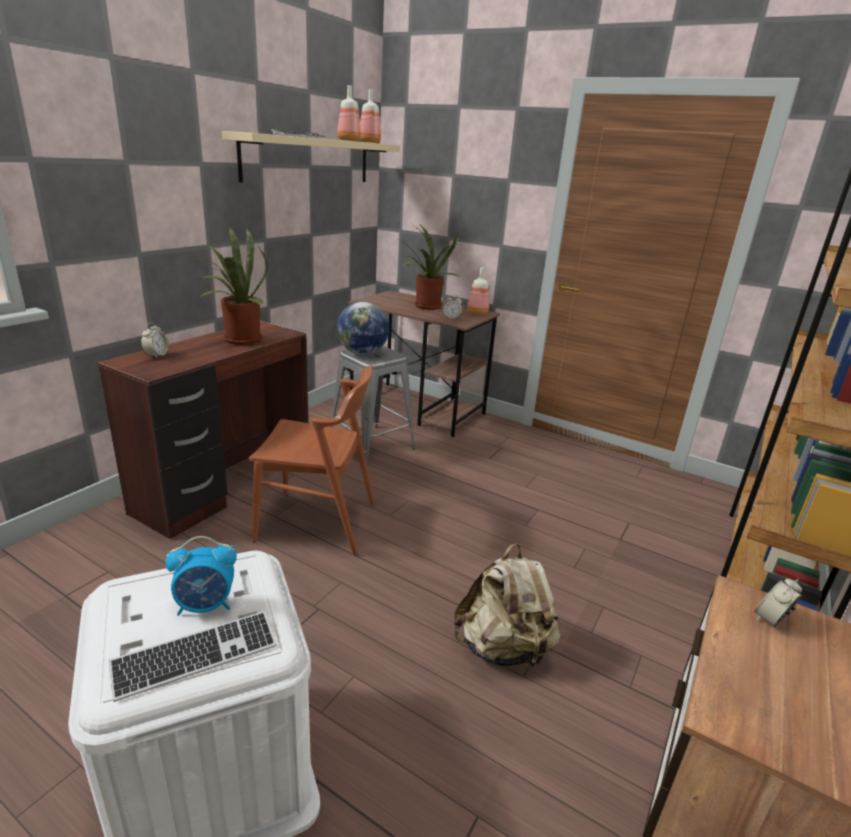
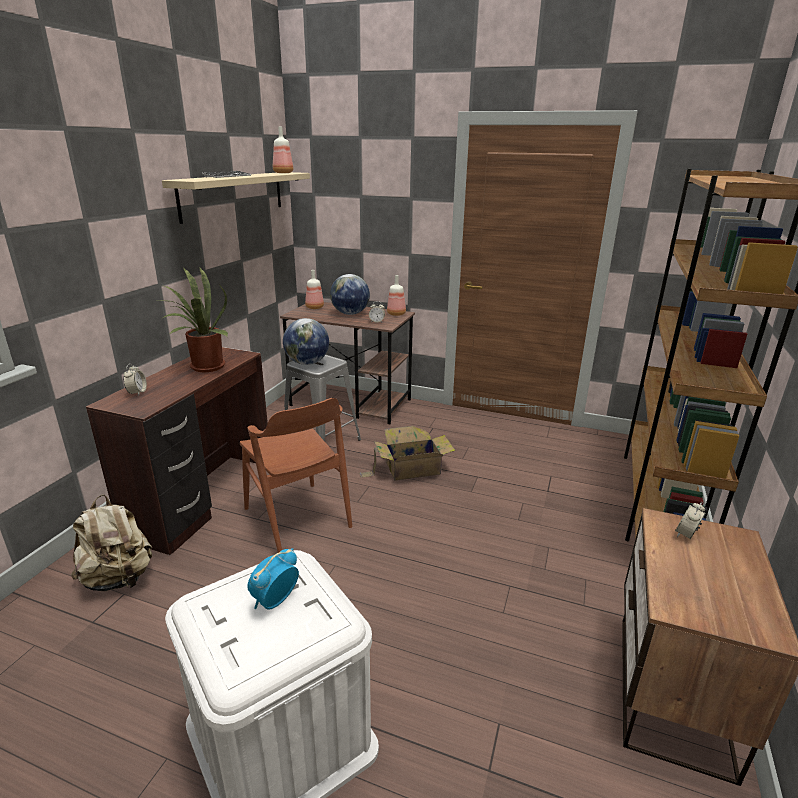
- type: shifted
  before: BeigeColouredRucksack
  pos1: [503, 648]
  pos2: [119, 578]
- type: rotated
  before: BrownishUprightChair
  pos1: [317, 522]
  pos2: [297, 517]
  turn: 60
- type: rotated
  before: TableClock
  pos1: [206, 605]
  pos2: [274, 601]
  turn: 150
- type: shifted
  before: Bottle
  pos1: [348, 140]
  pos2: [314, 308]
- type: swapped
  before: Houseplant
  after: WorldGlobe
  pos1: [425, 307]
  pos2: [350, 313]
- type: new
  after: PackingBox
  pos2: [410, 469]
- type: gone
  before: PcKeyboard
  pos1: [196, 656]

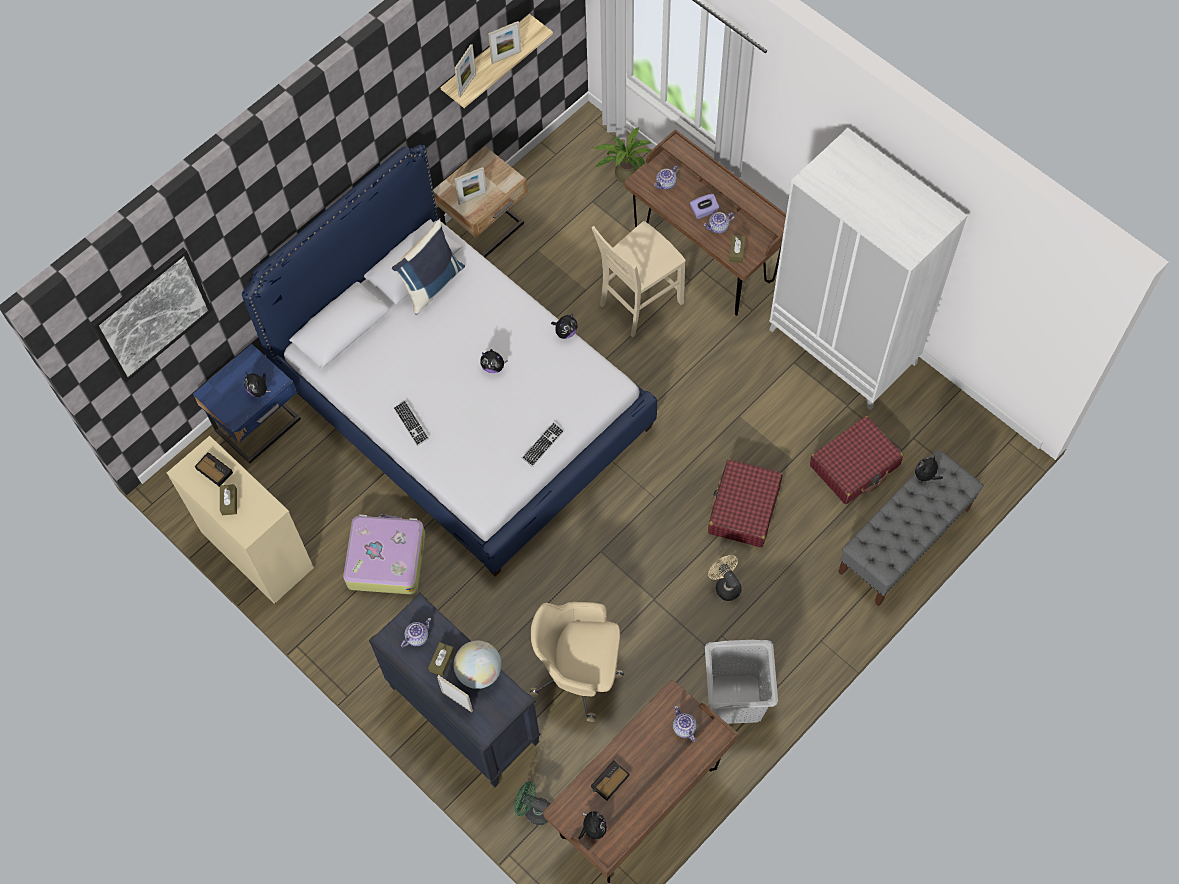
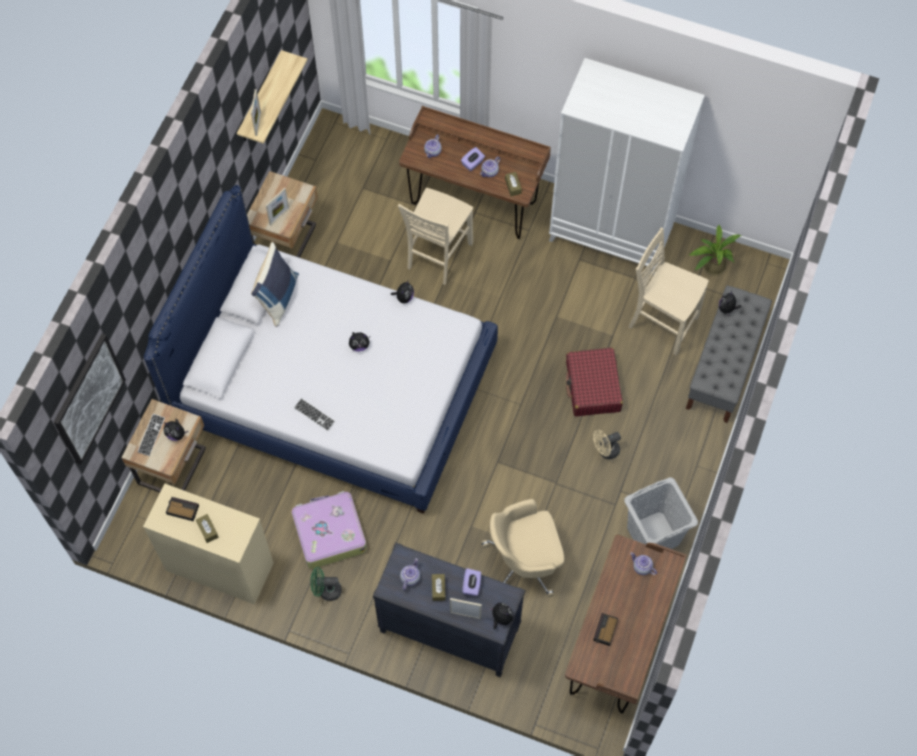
- type: repainted
  before: BlueColouredBedsideTable
  after: BeigeColouredBedsideTable
  pos1: [260, 426]
  pos2: [174, 466]
- type: shifted
  before: PcKeyboard
  pos1: [543, 445]
  pos2: [151, 435]
- type: shifted
  before: GreenishCoolingFan
  pos1: [534, 810]
  pos2: [326, 590]
- type: swapped
  before: WorldGlobe
  after: PurplishBoxOfTissues
  pos1: [479, 672]
  pos2: [471, 585]
- type: shifted
  before: SoftToy
  pos1: [593, 829]
  pos2: [501, 618]
- type: rotated
  before: BeigeColouredCoolingFan
  pos1: [725, 585]
  pos2: [605, 451]
  turn: -60
- type: swapped
  before: RedColouredTravelCase
  after: BeigeColouredUprightChair
  pos1: [855, 465]
  pos2: [661, 322]
- type: shifted
  before: Houseplant
  pos1: [624, 173]
  pos2: [710, 266]
- type: gone
  before: PictureFrame
  pos1: [506, 57]

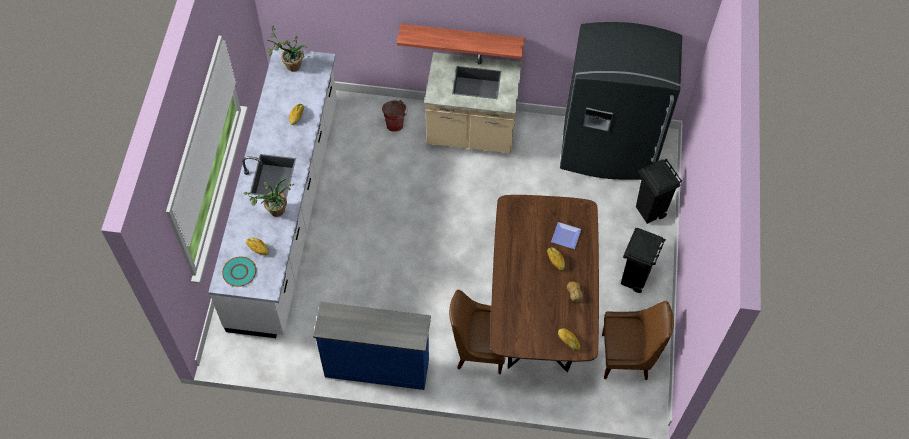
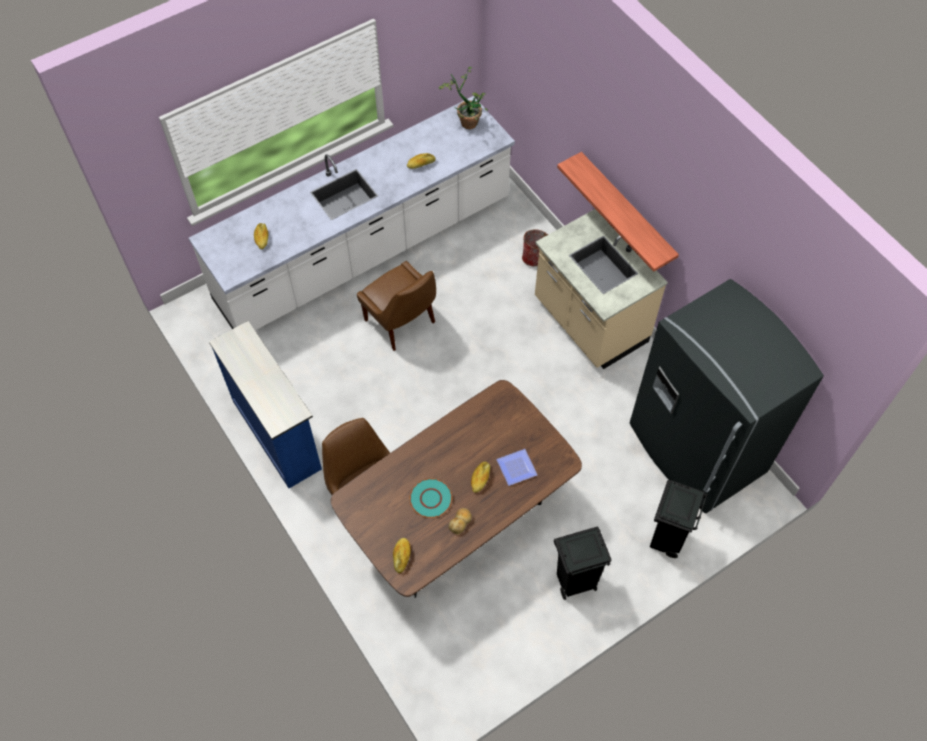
- type: shifted
  before: BrownishUprightChair
  pos1: [627, 357]
  pos2: [401, 323]
- type: shifted
  before: TurquoiseFlatDish
  pos1: [239, 272]
  pos2: [430, 498]
- type: gone
  before: Houseplant
  pos1: [273, 212]

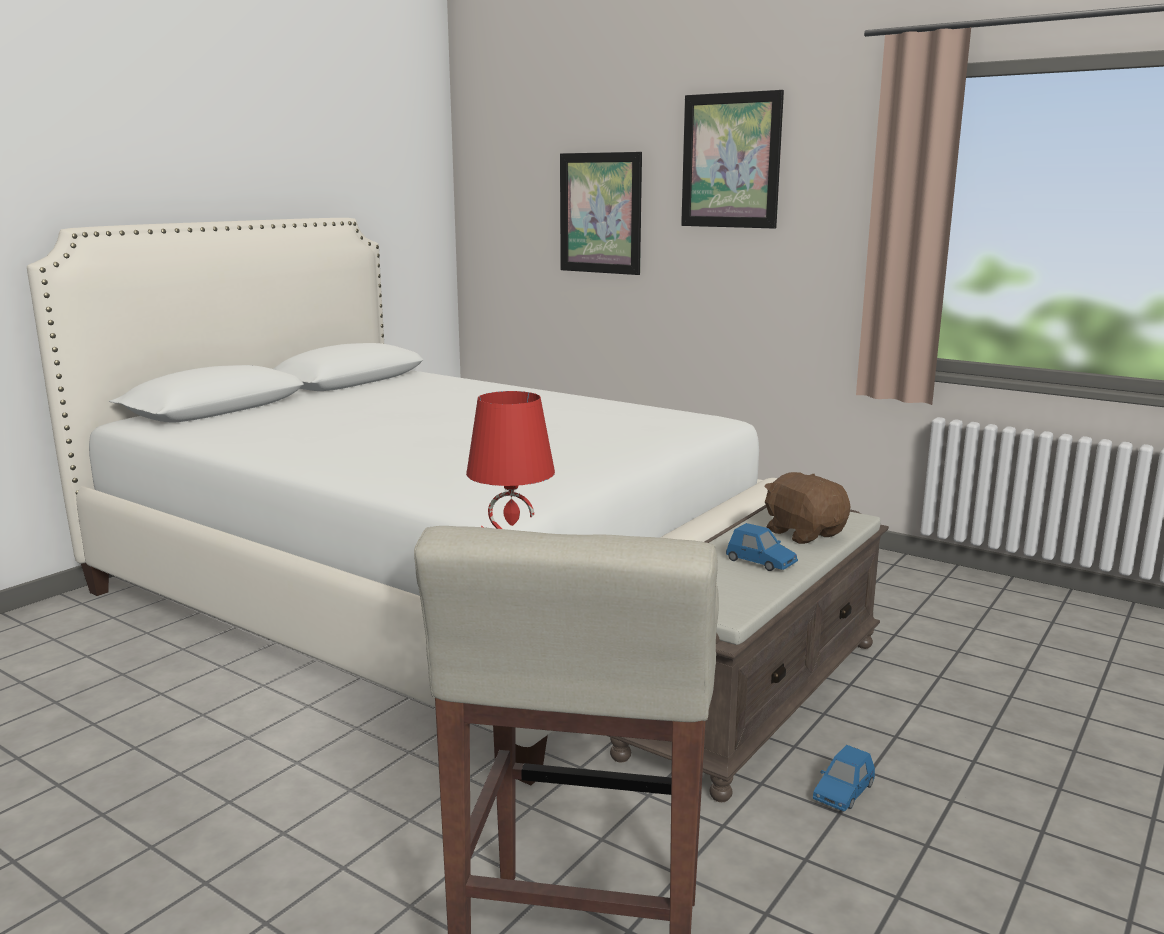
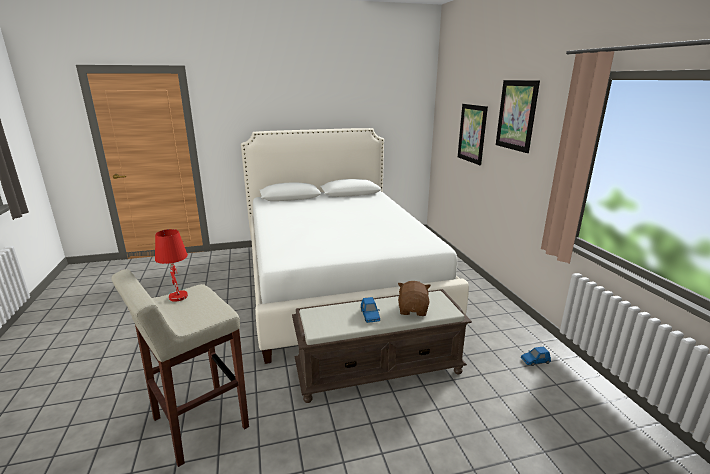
- type: shifted
  before: BlueColouredMiniatureCar
  pos1: [843, 792]
  pos2: [535, 361]

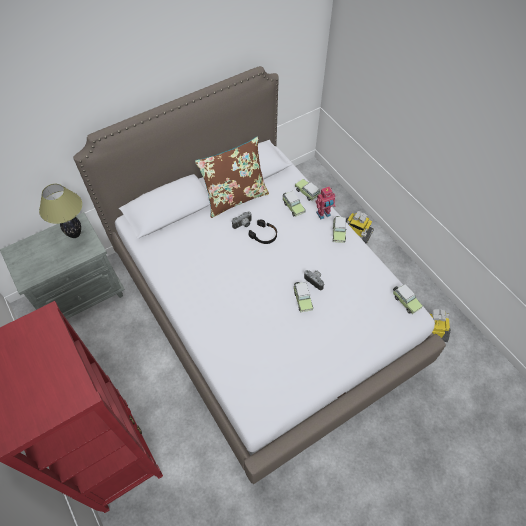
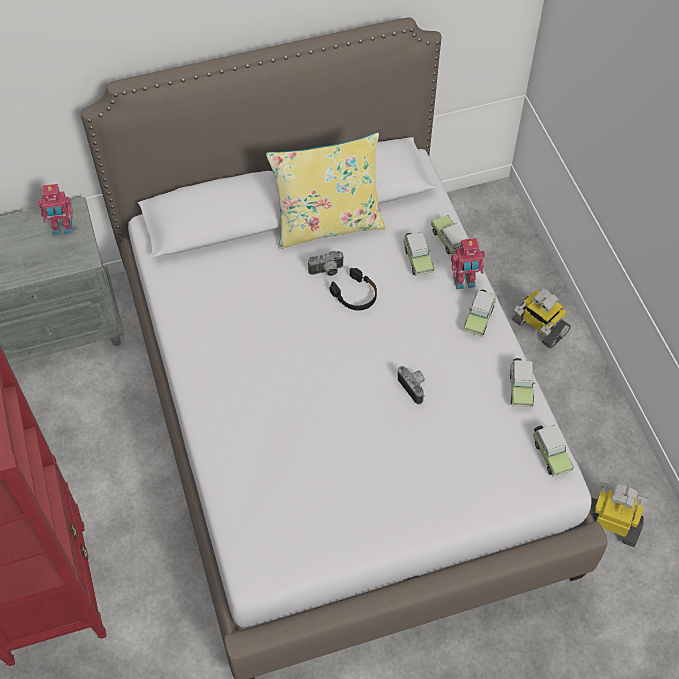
- type: swapped
  before: TabletopLamp
  after: ModelRobot
  pos1: [75, 234]
  pos2: [62, 229]
- type: repainted
  before: BrownishThrowPillow
  after: YellowThrowPillow
  pos1: [235, 198]
  pos2: [328, 224]
- type: shifted
  before: MiniatureCar
  pos1: [302, 299]
  pos2: [520, 388]

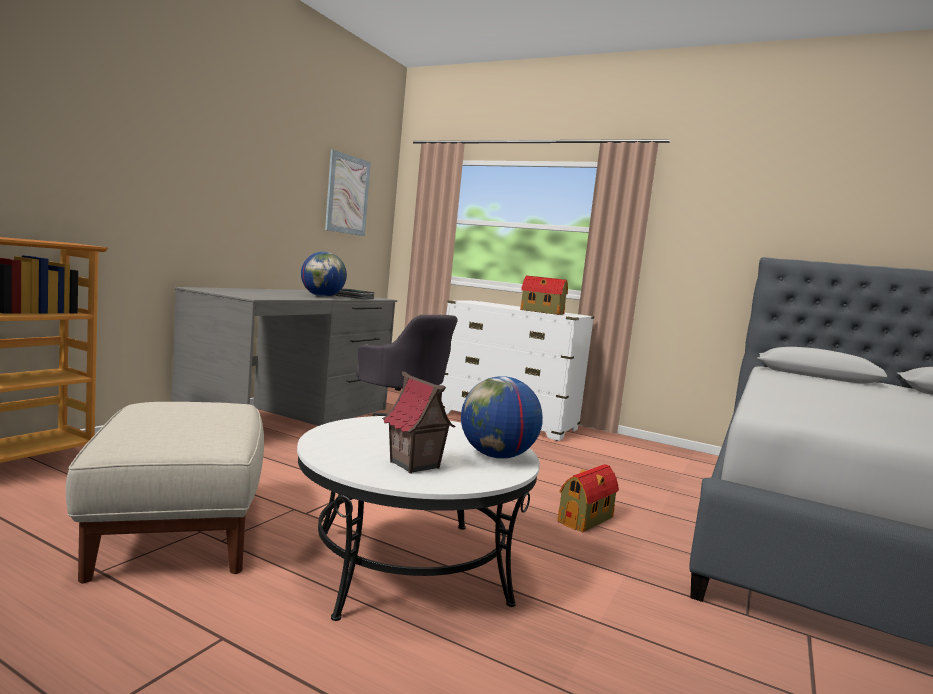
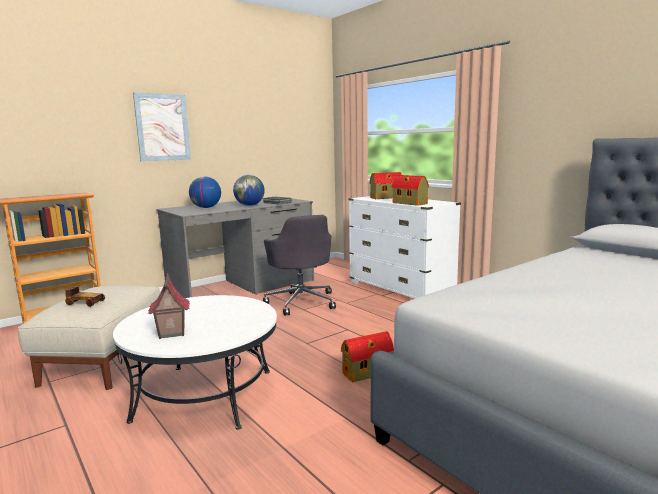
- type: new
  after: MiniatureCar
  pos2: [85, 303]
- type: shifted
  before: WallPicture
  pos1: [347, 195]
  pos2: [162, 127]
- type: shifted
  before: WorldGlobe
  pos1: [497, 456]
  pos2: [206, 207]
- type: new
  after: ModelHouse
  pos2: [385, 197]

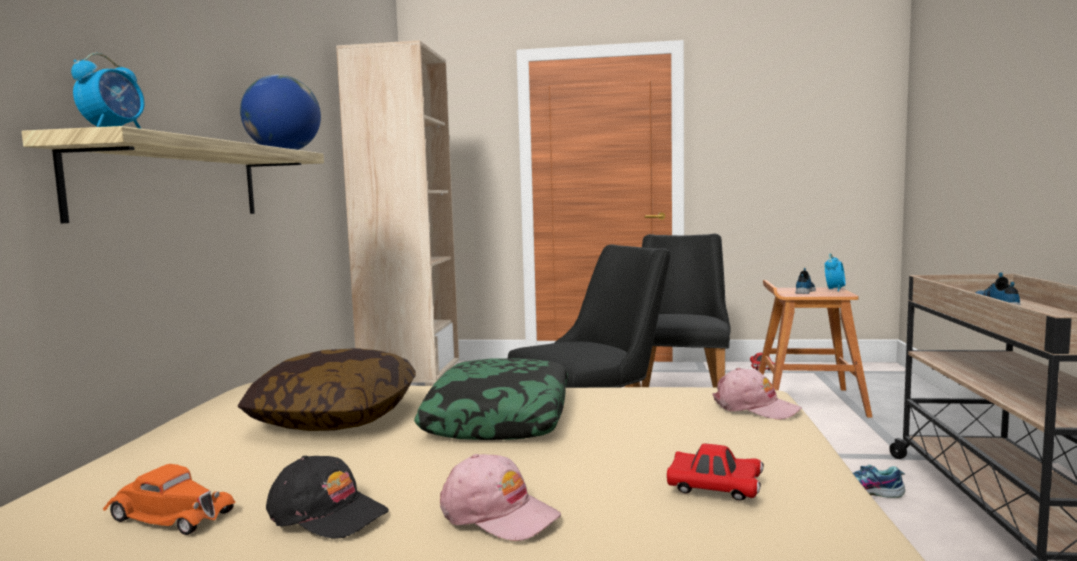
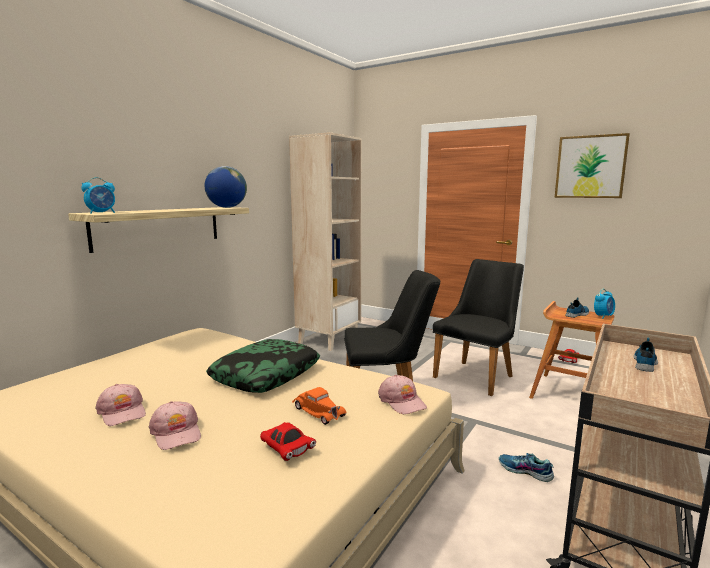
- type: repainted
  before: BlackBaseballCap
  after: PinkColouredBaseballCap
  pos1: [327, 513]
  pos2: [122, 412]
- type: shifted
  before: OrangeMiniatureCar
  pos1: [169, 515]
  pos2: [318, 411]
- type: new
  after: WallPicture
  pos2: [590, 167]
- type: gone
  before: ThrowPillow
  pos1: [336, 417]

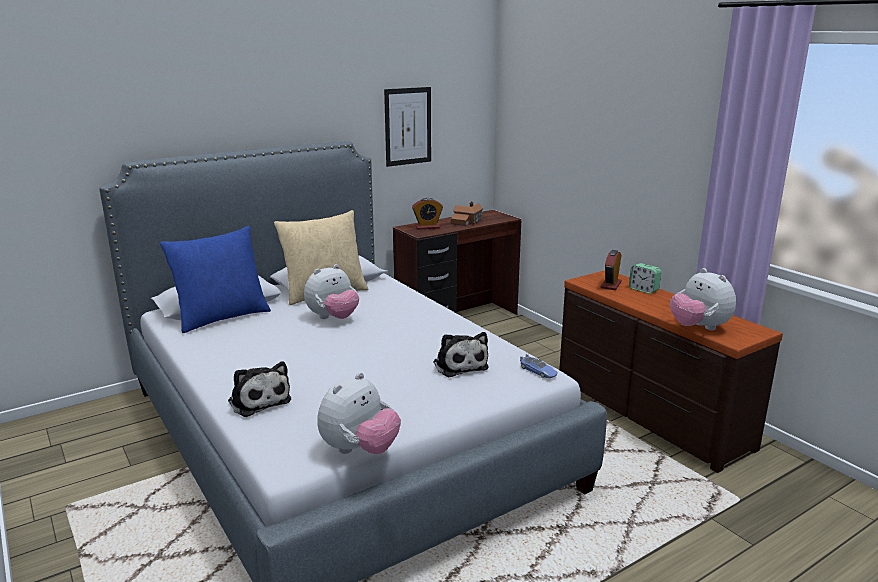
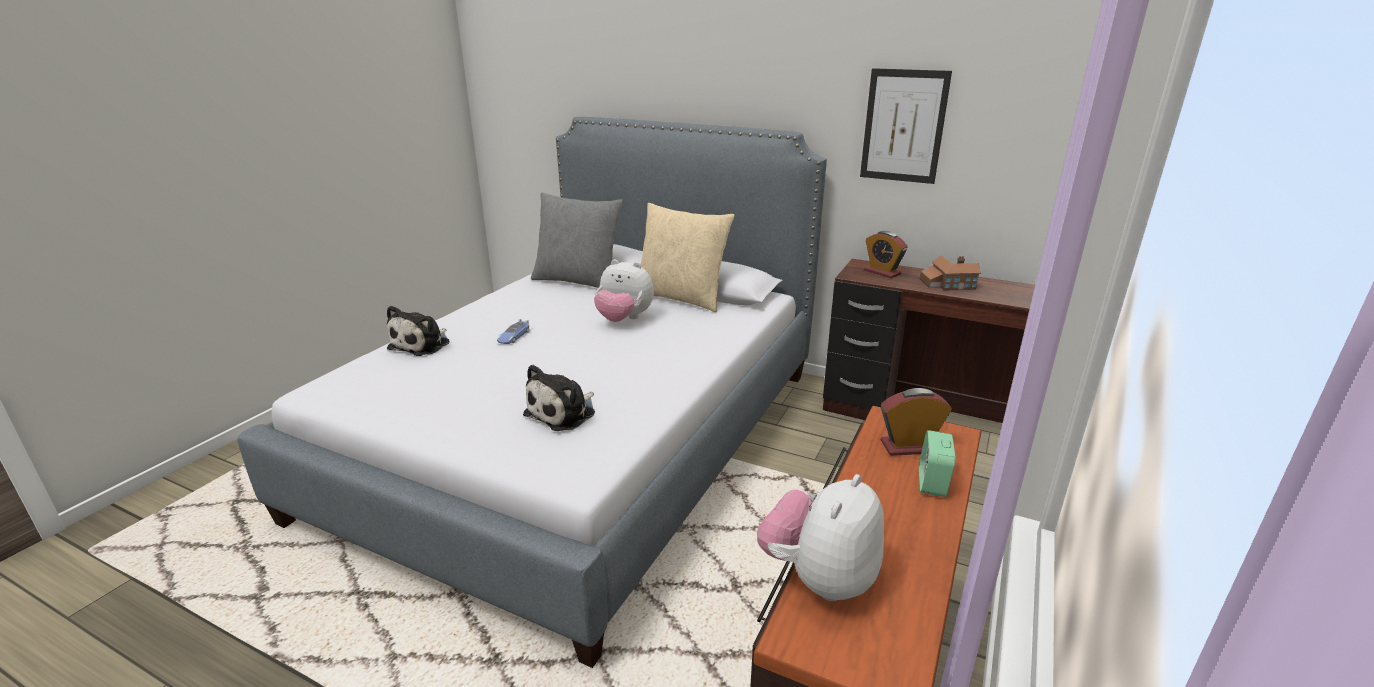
- type: shifted
  before: MiniatureCar
  pos1: [538, 371]
  pos2: [514, 336]
- type: repainted
  before: BlueColouredThrowPillow
  after: GreyishThrowPillow
  pos1: [222, 317]
  pos2: [578, 281]
- type: gone
  before: SoftToy
  pos1: [359, 450]

